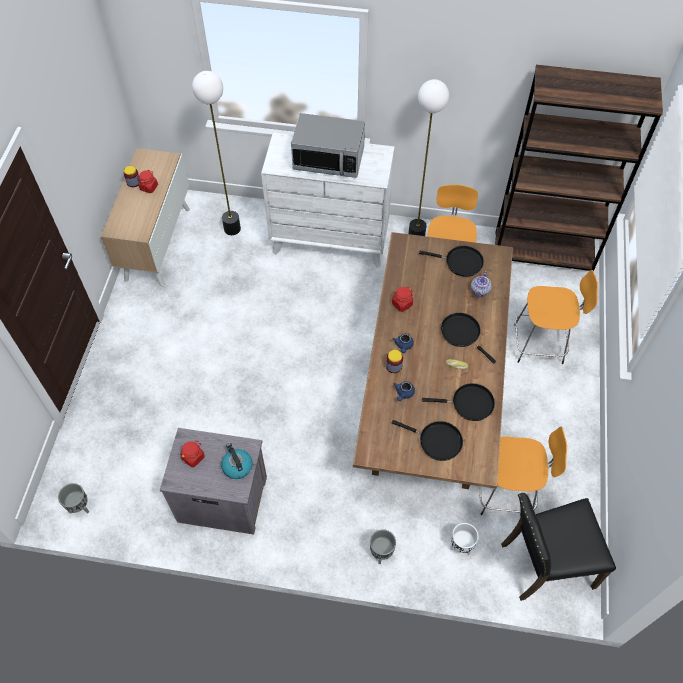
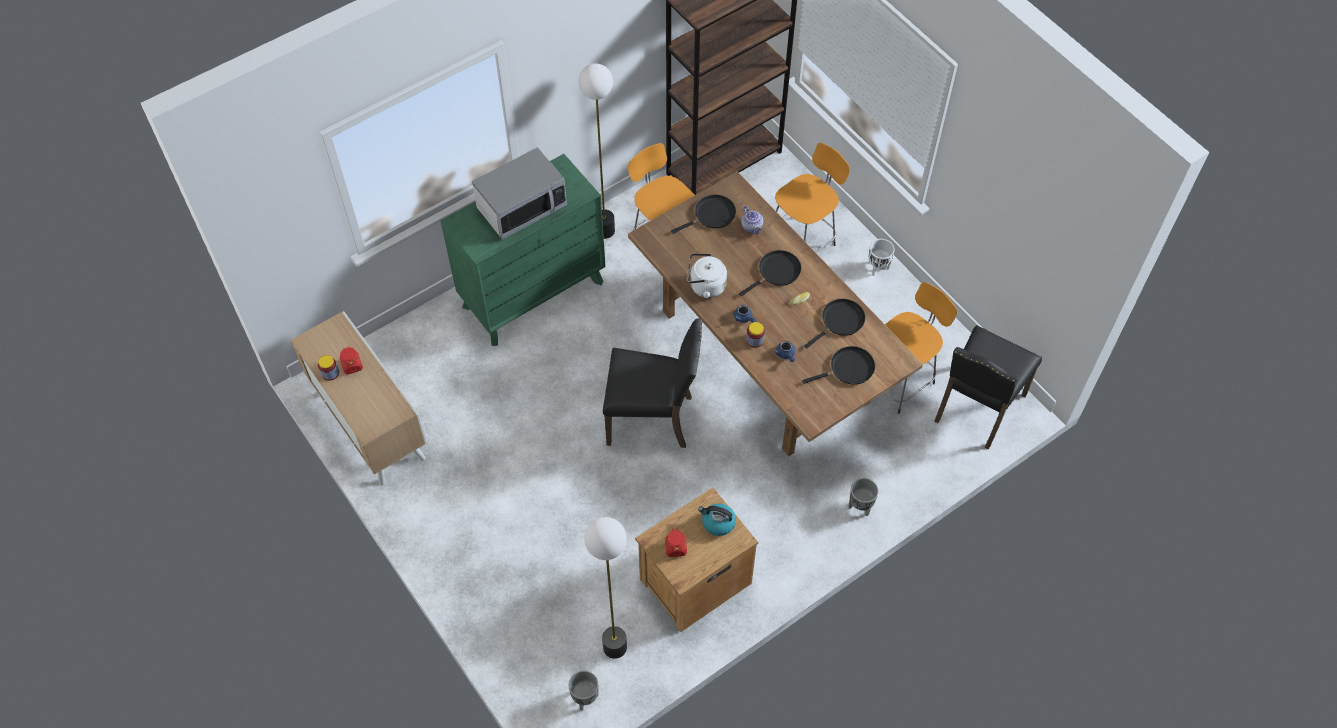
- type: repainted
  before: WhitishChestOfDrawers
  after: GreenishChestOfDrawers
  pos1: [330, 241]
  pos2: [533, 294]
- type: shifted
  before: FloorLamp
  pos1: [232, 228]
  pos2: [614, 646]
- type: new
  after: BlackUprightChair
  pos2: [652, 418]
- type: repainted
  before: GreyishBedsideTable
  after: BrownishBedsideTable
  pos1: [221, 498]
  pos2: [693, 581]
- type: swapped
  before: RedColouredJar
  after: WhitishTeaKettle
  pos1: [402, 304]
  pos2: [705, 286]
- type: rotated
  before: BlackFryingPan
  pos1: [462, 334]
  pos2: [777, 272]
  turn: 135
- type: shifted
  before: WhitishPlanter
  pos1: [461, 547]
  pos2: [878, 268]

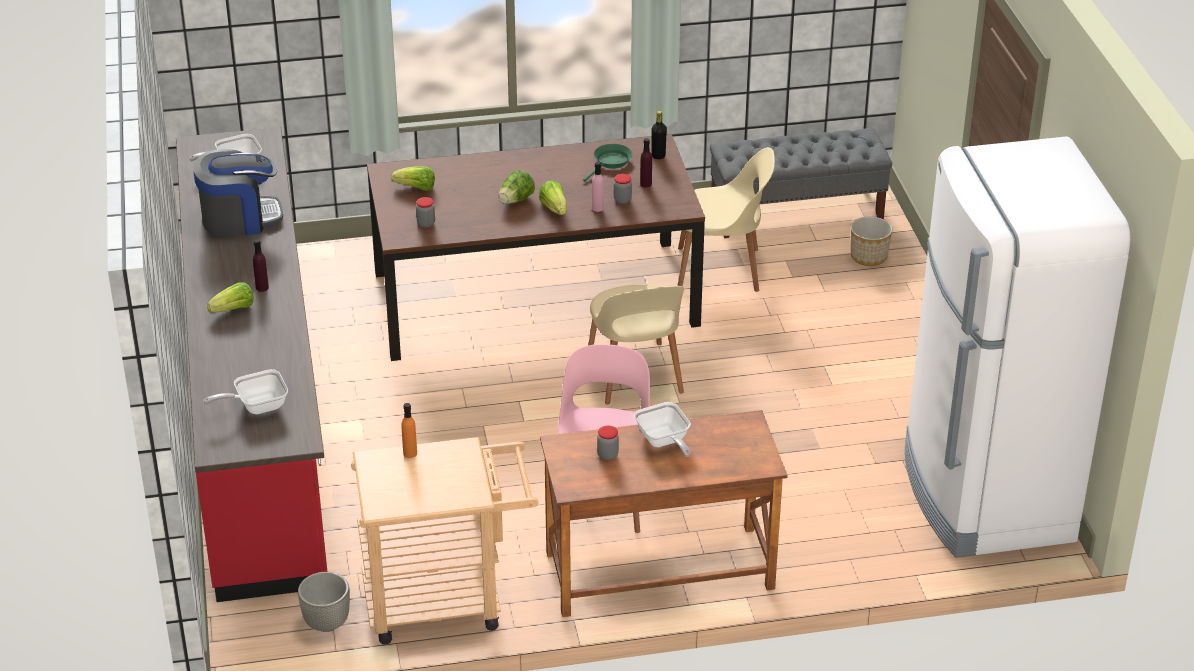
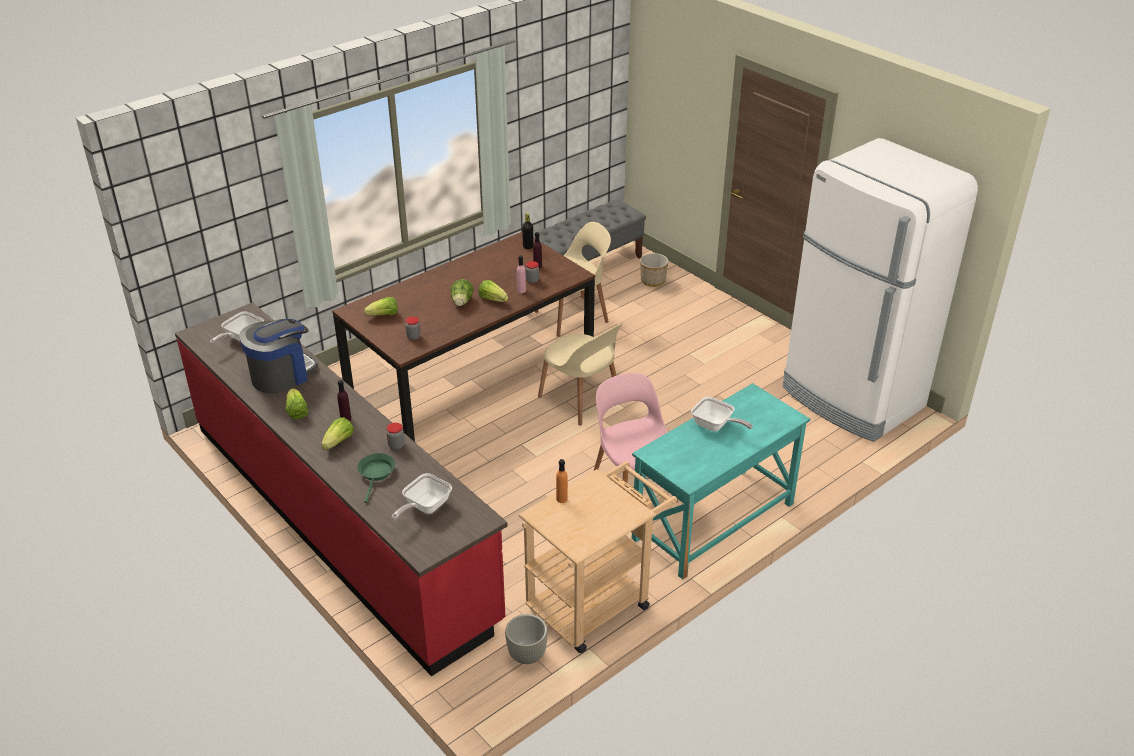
- type: new
  after: HeadOfLettuce
  pos2: [296, 411]
- type: shifted
  before: GreenishFryingPan
  pos1: [610, 163]
  pos2: [376, 474]
- type: shifted
  before: Jar
  pos1: [607, 455]
  pos2: [396, 445]
- type: repainted
  before: BrownishDesk
  after: TurquoiseDesk
  pos1: [659, 571]
  pos2: [714, 522]

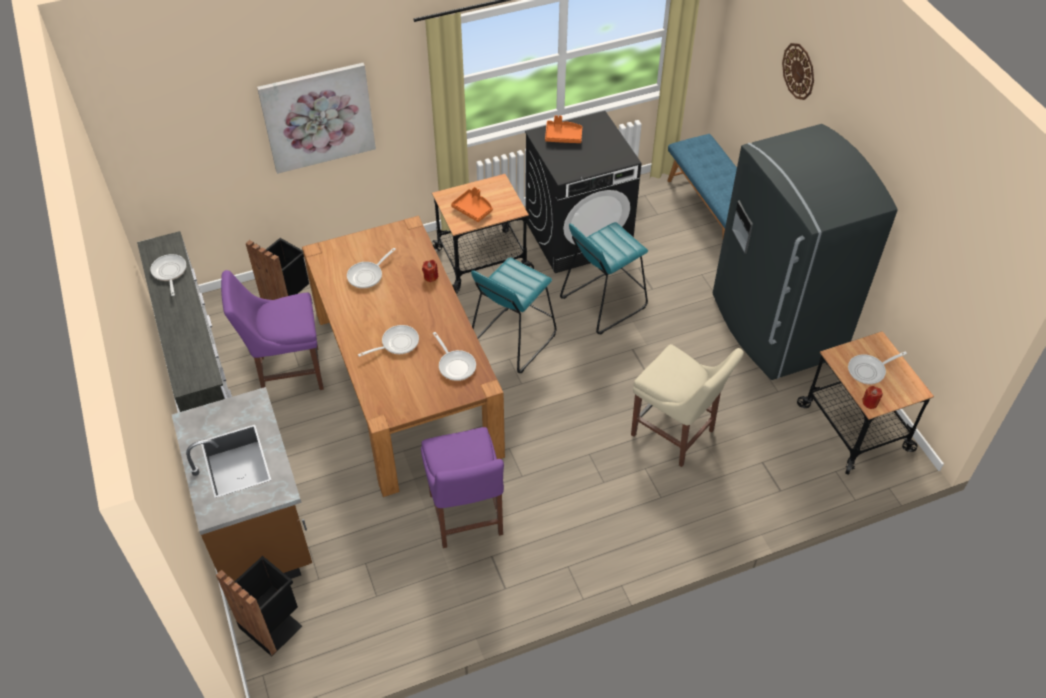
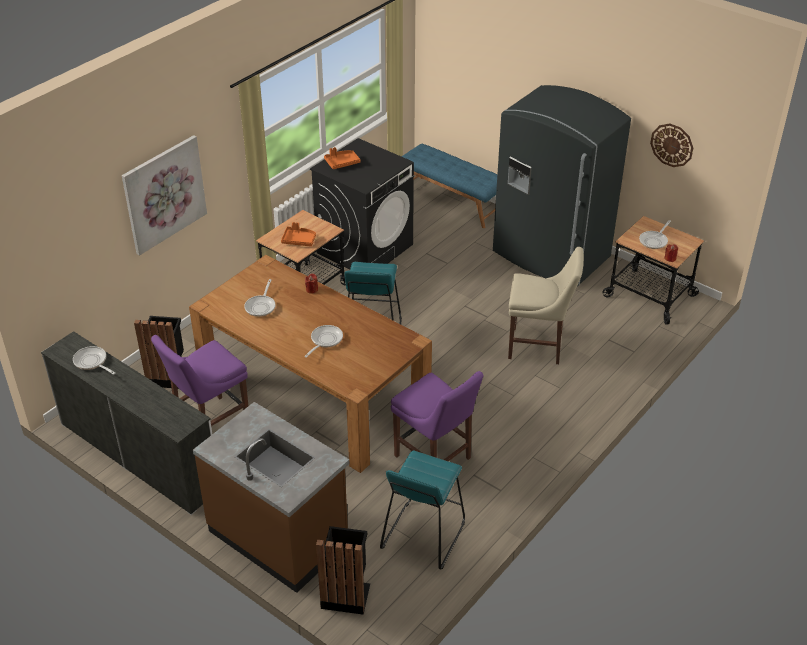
- type: shifted
  before: TurquoiseSittingStool
  pos1: [603, 302]
  pos2: [422, 535]
- type: shifted
  before: HangingClock
  pos1: [799, 71]
  pos2: [672, 145]
- type: gone
  before: FryingPan
  pos1: [455, 365]

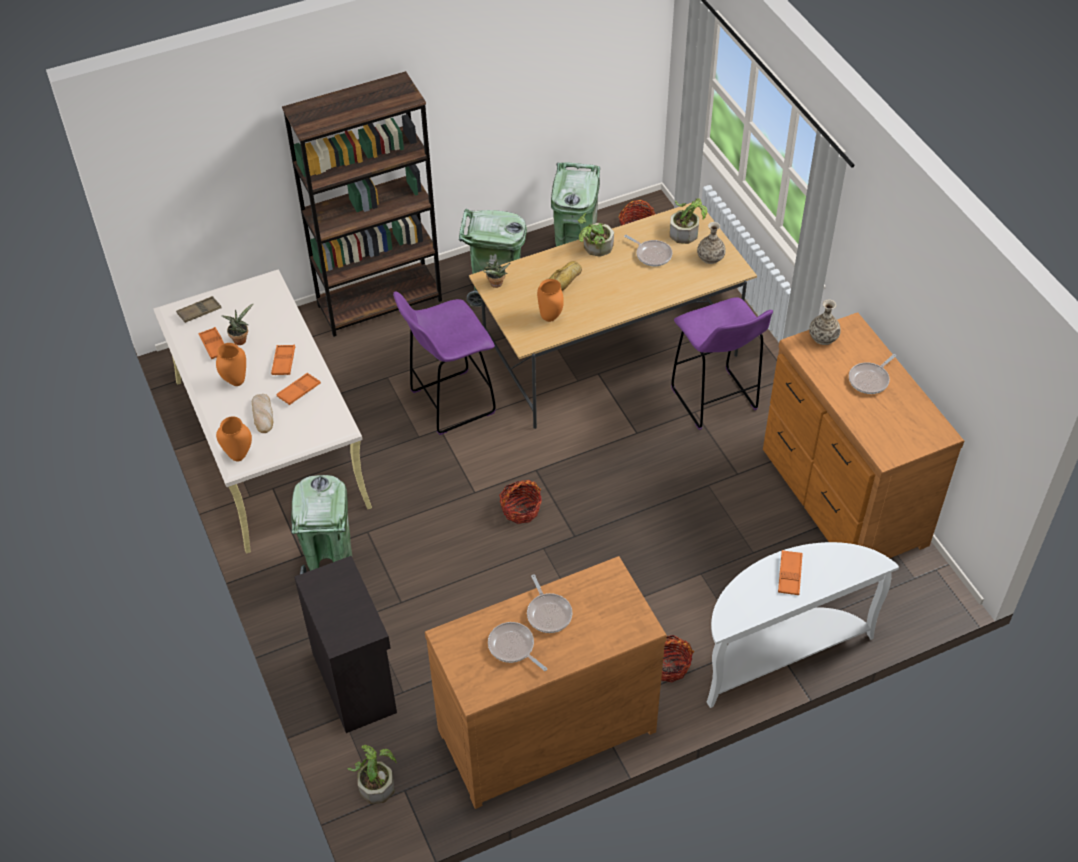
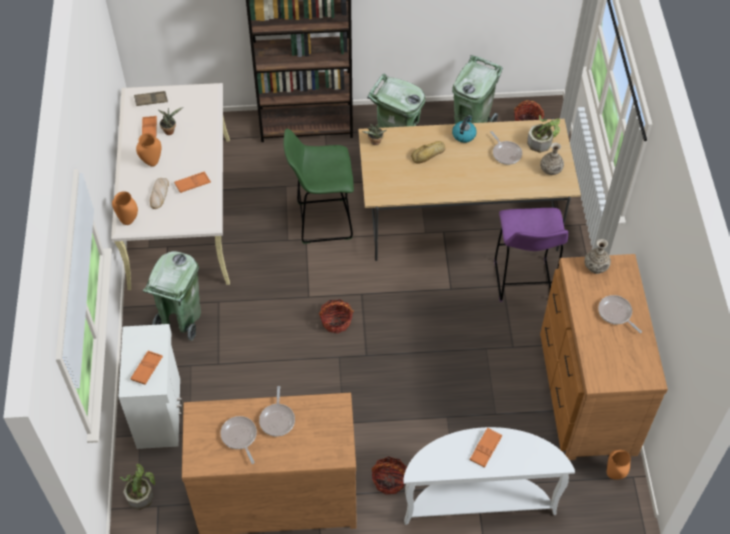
- type: repainted
  before: BlackCabinet
  after: WhitishCabinet
  pos1: [355, 681]
  pos2: [160, 412]
- type: shifted
  before: OrangeServingTray
  pos1: [283, 362]
  pos2: [147, 369]
- type: repainted
  before: PurplishSittingStool
  after: GreenishSittingStool
  pos1: [450, 403]
  pos2: [322, 221]
- type: swapped
  before: Houseplant
  after: TeaKettle
  pos1: [594, 248]
  pos2: [464, 135]
- type: rotated
  before: FryingPan
  pos1: [870, 379]
  pos2: [616, 313]
  turn: 75
- type: shifted
  before: OrangeVase
  pos1: [551, 317]
  pos2: [615, 474]

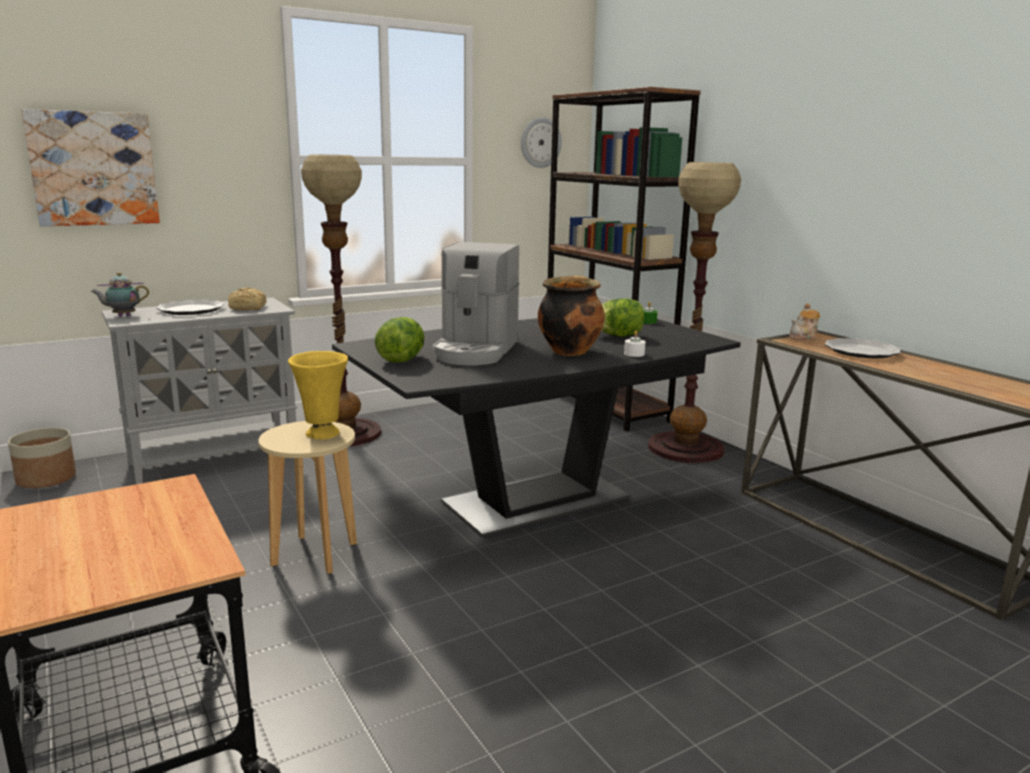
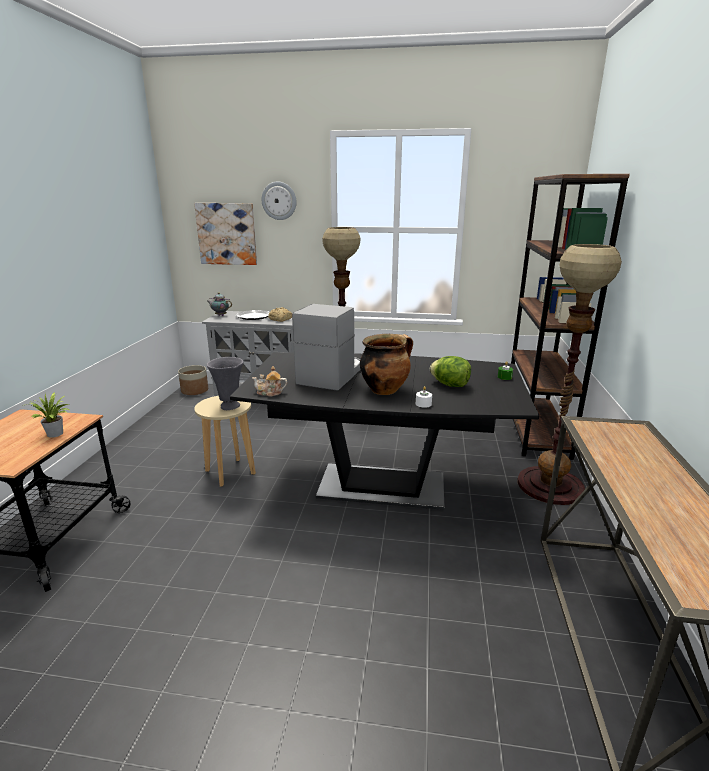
- type: new
  after: Houseplant
  pos2: [56, 434]
- type: repainted
  before: YellowVase
  after: GreyishVase
  pos1: [322, 434]
  pos2: [229, 407]
- type: shifted
  before: TeaPot
  pos1: [804, 337]
  pos2: [270, 393]
- type: shifted
  before: HangingClock
  pos1: [540, 142]
  pos2: [279, 201]
- type: rotated
  before: CoffeeBrewer
  pos1: [476, 350]
  pos2: [331, 375]
  turn: 150
- type: gone
  before: HeadOfLettuce
  pos1: [401, 360]
- type: gone
  before: FlatDish
  pos1: [861, 351]

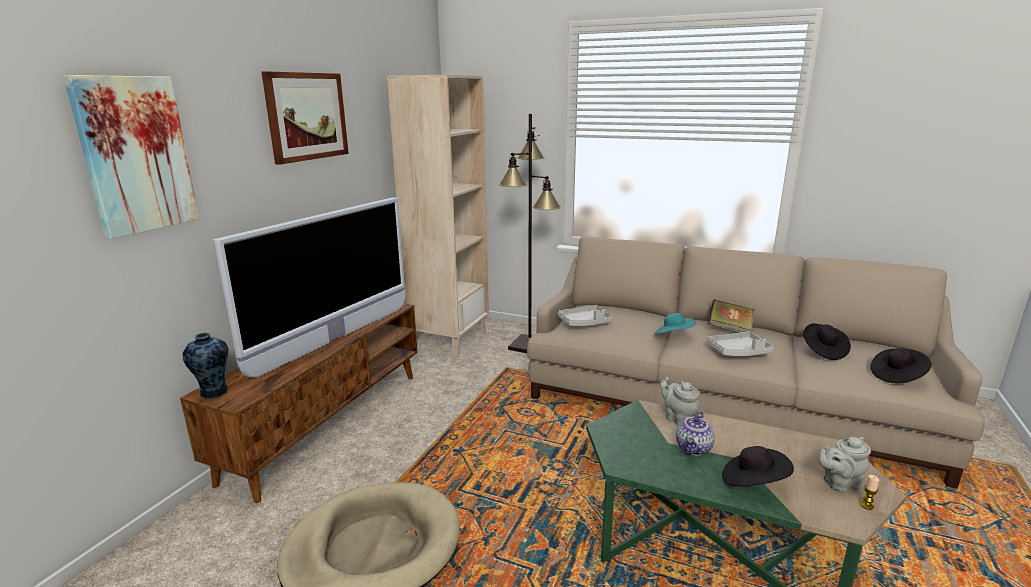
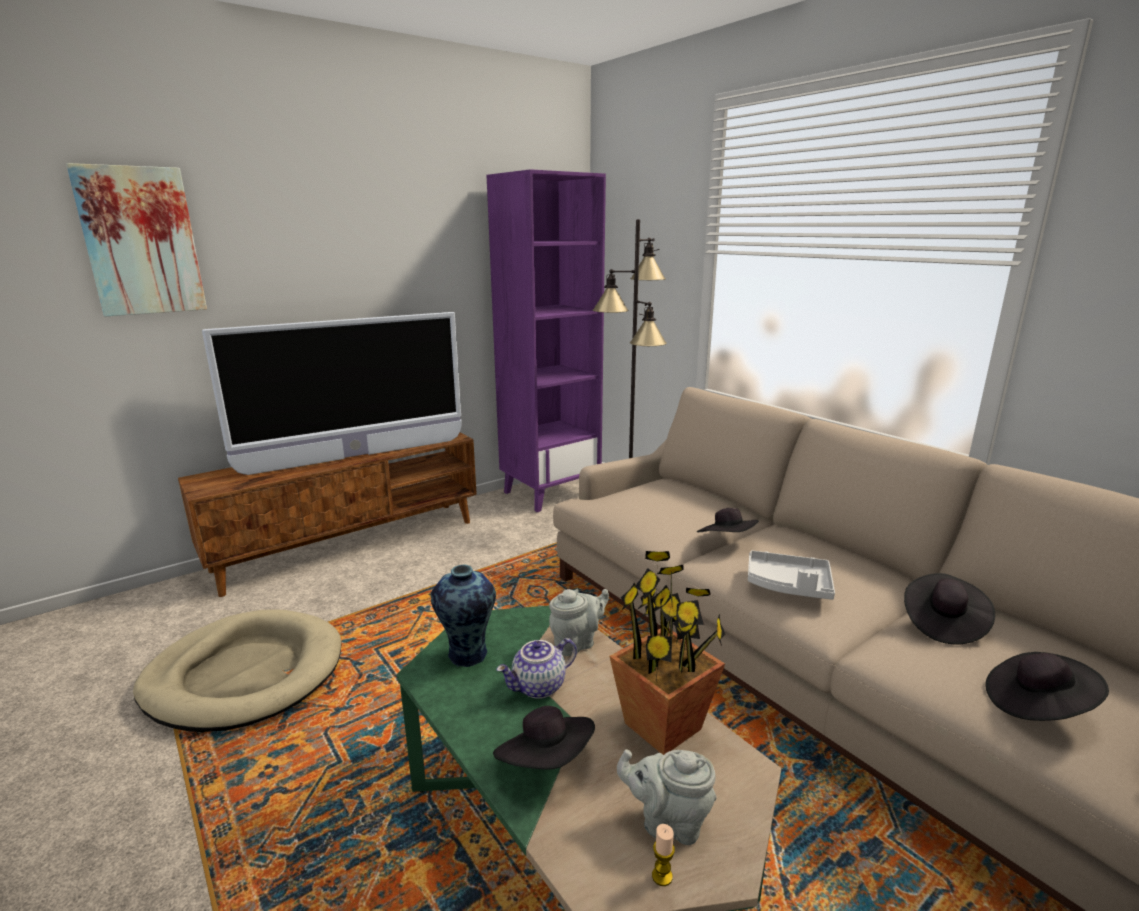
- type: shifted
  before: Vase
  pos1: [214, 393]
  pos2: [467, 655]
- type: repainted
  before: BeigeColouredShelvingUnit
  after: PurplishShelvingUnit
  pos1: [449, 339]
  pos2: [550, 492]
- type: rotated
  before: GreyishTeaPot
  pos1: [678, 418]
  pos2: [577, 643]
  turn: 60
- type: new
  after: Houseplant
  pos2: [663, 725]
- type: repainted
  before: TurquoiseHat
  after: BlackHat
  pos1: [673, 336]
  pos2: [727, 541]
- type: gone
  before: WallPicture
  pos1: [306, 116]
- type: gone
  before: GreyishServingTray
  pos1: [585, 323]
- type: gone
  before: BoundBook
  pos1: [729, 329]

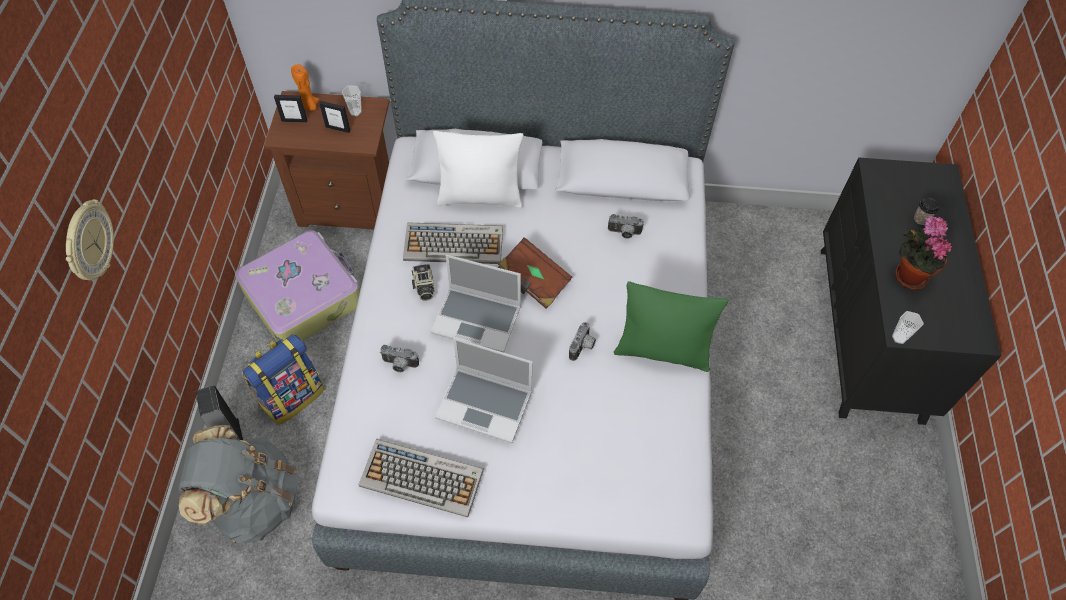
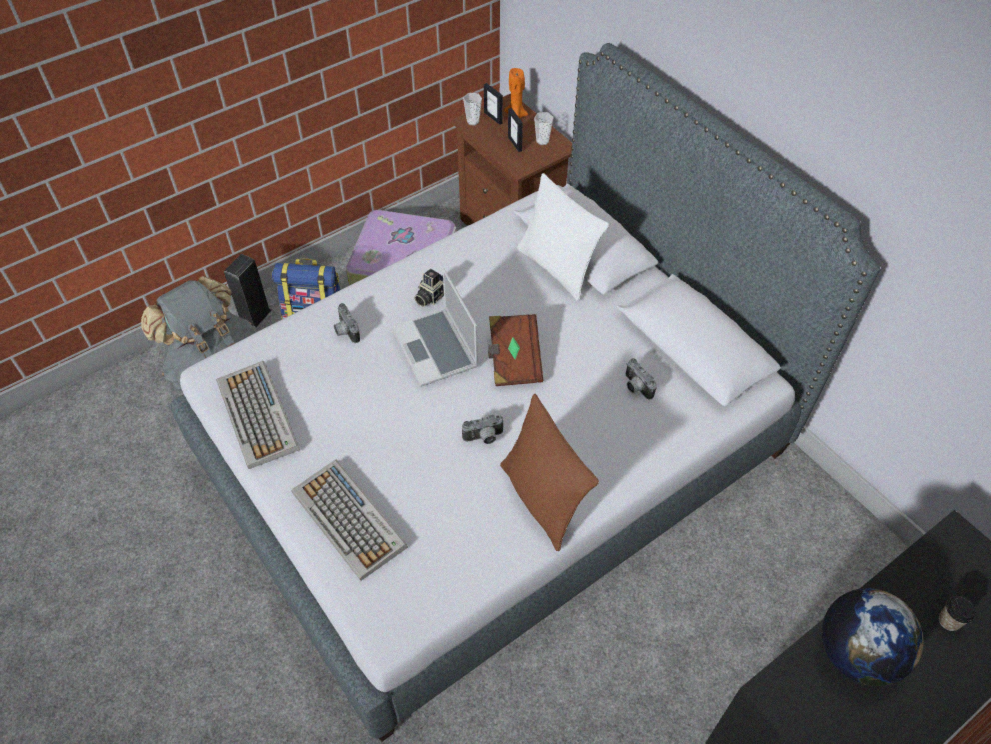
- type: shifted
  before: PcKeyboard
  pos1: [454, 244]
  pos2: [350, 520]
- type: shifted
  before: DrinkingCup
  pos1: [899, 337]
  pos2: [473, 121]
- type: repainted
  before: GreenishThrowPillow
  after: BrownishThrowPillow
  pos1: [662, 351]
  pos2: [542, 500]
- type: swapped
  before: Houseplant
  after: WorldGlobe
  pos1: [907, 275]
  pos2: [856, 653]
- type: gone
  before: HangingClock
  pos1: [88, 242]
- type: gone
  before: PortableComputer
  pos1: [486, 404]

